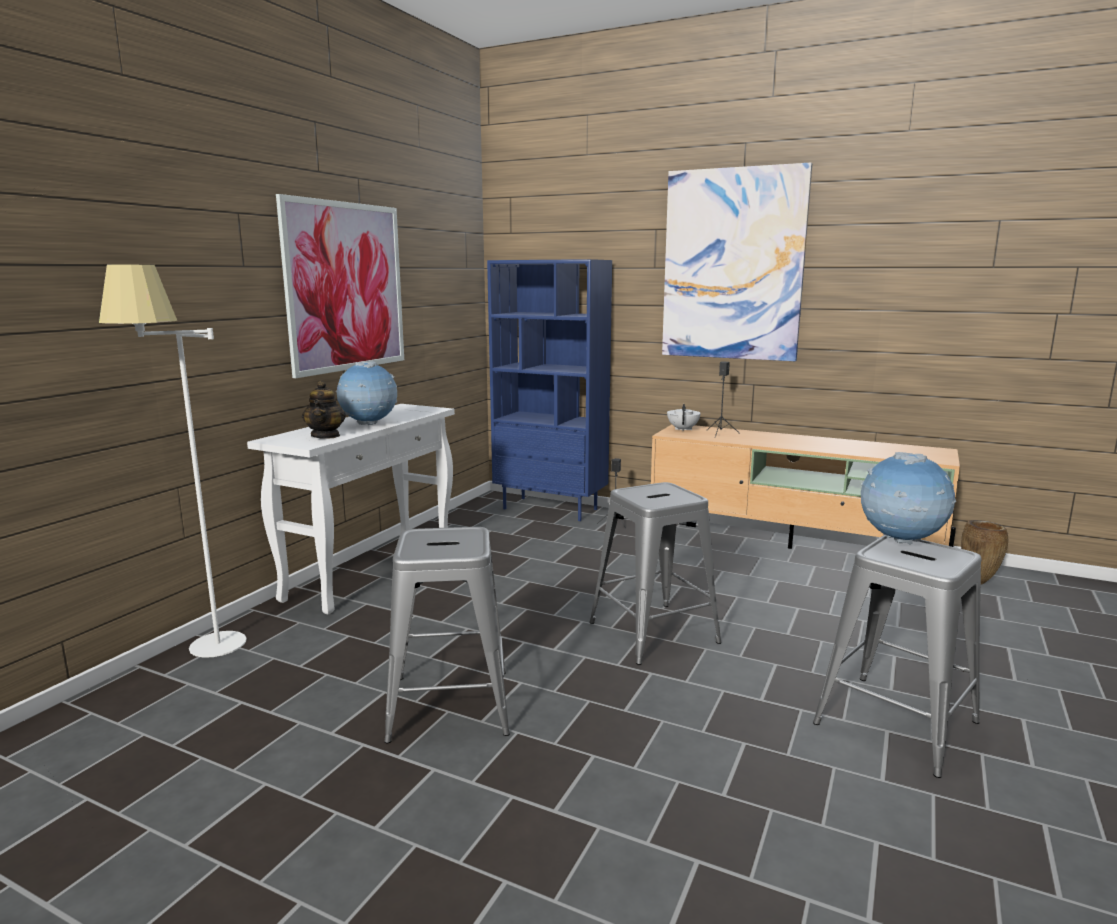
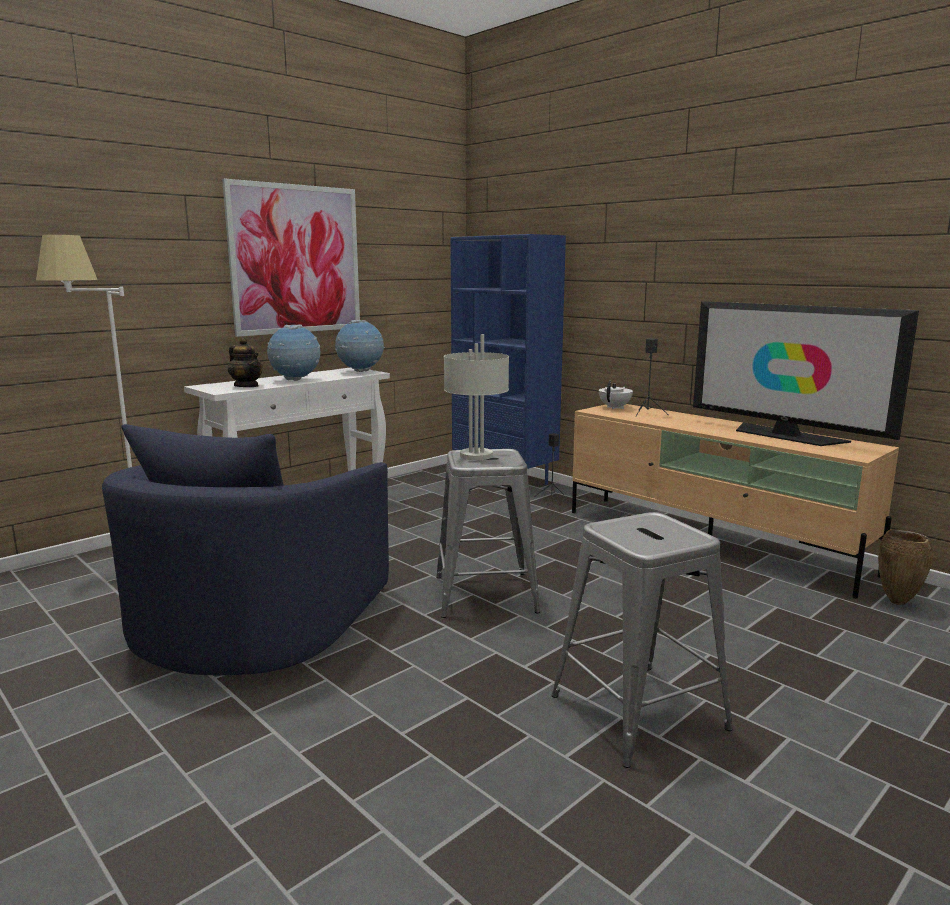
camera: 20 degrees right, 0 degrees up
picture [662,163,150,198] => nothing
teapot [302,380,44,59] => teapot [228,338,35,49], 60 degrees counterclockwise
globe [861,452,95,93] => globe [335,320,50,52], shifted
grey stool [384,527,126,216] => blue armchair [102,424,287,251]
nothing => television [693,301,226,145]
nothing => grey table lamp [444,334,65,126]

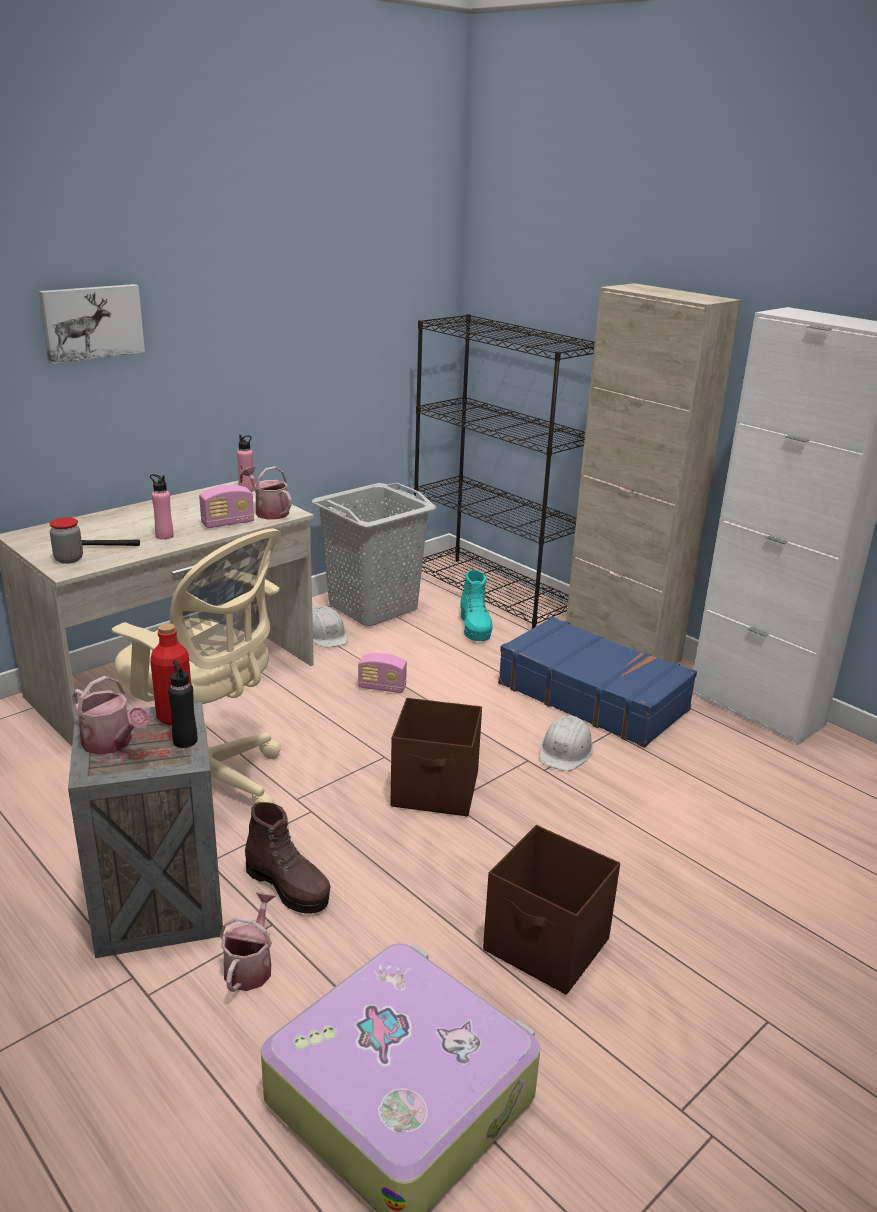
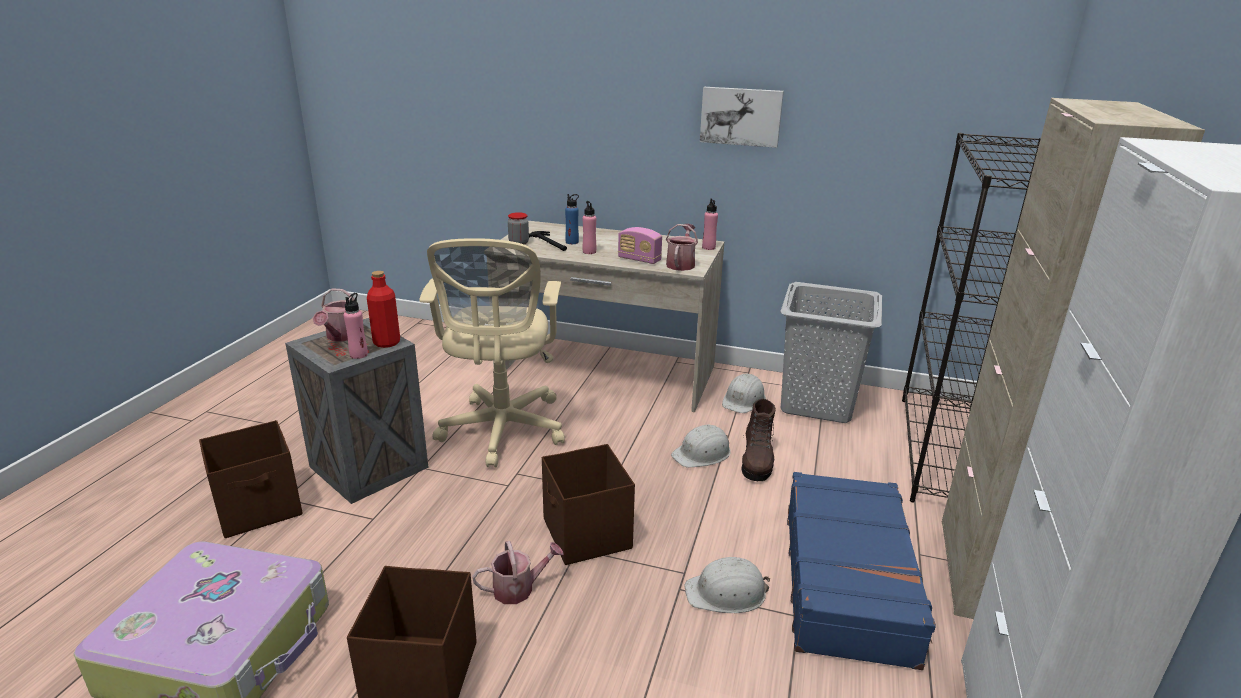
camera: 60 degrees right, 0 degrees up
picture [38,284,107,80] => picture [700,87,84,61], shifted
turquoise boot [460,570,33,71] => nothing
radio [358,653,49,40] => white hard hat [671,425,60,43]
black bottle [168,660,29,88] => pink bottle [344,293,24,66]
brown boot [245,802,85,112] => brown boot [741,398,35,83], shifted
watering can [220,892,56,100] => watering can [472,541,92,63], shifted
nothing => blue bottle [565,194,14,50]
nothing => brown storage box [199,420,104,118]

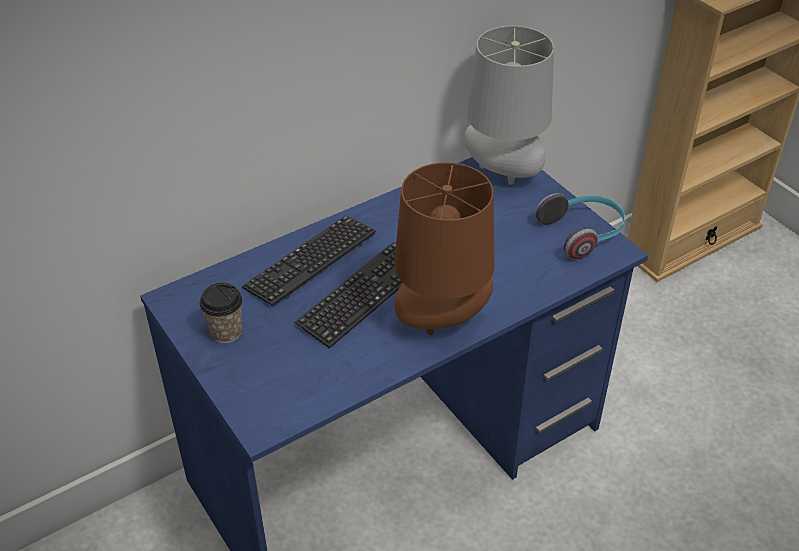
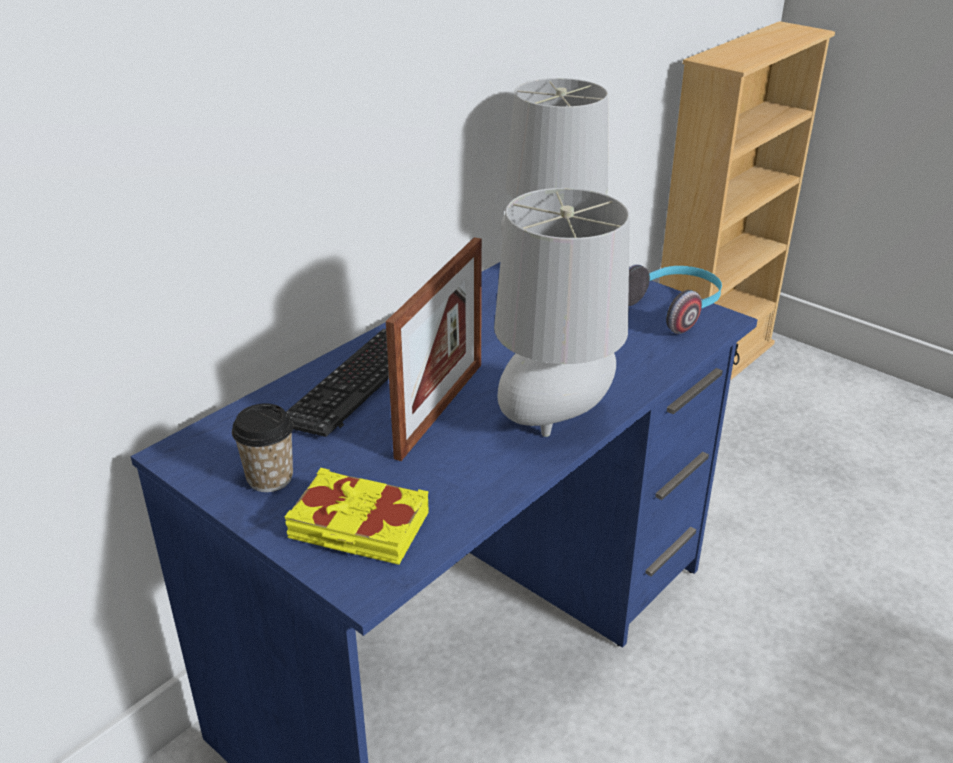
camera: 15 degrees left, 10 degrees down
brown table lamp [394,162,100,173] => grey table lamp [494,188,136,249]
keyboard [295,242,108,107] => picture frame [386,237,96,224]
nothing => yellow book [285,468,144,97]

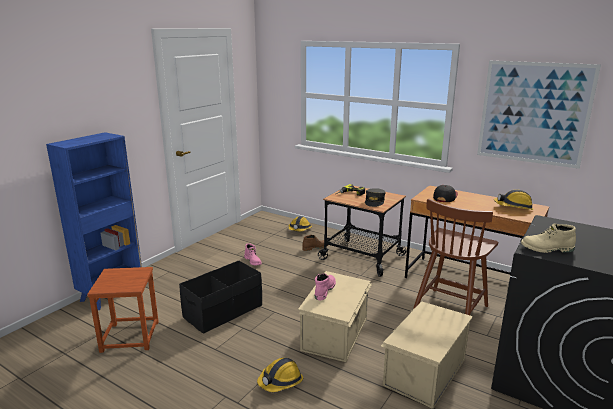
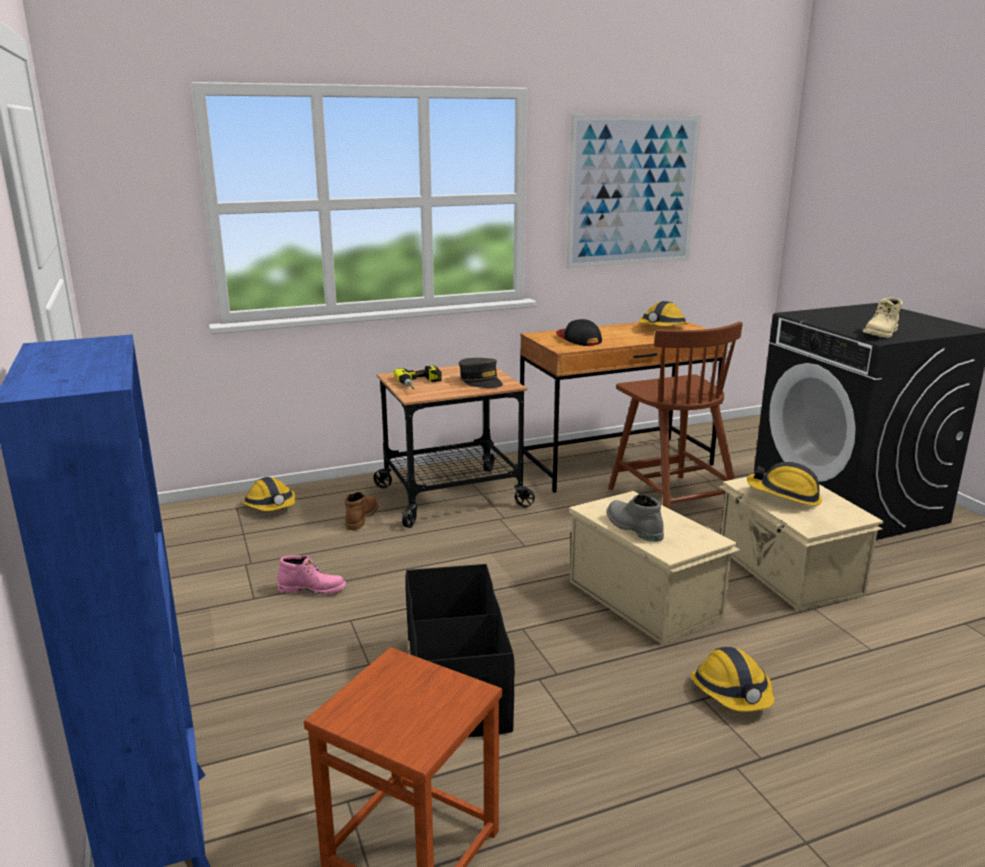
camera: 55 degrees left, 0 degrees up
pink boot [315,273,21,27] => grey boot [607,494,57,48]
nothing => hard hat [747,462,75,44]

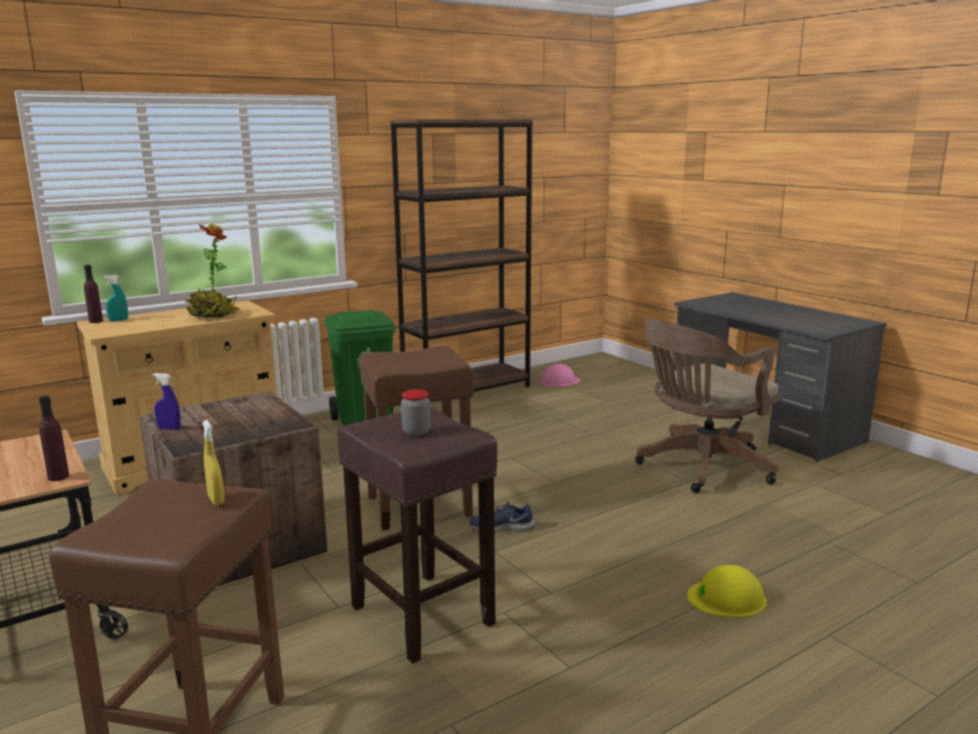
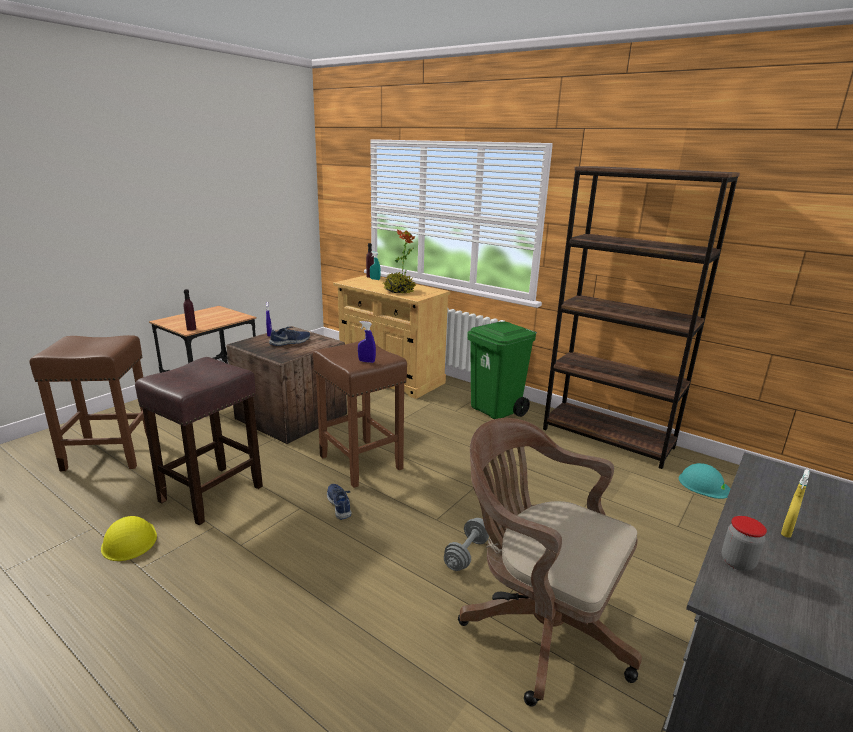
camera: 70 degrees right, 5 degrees up
pink hard hat [540,364,40,23] => turquoise hard hat [679,463,51,36]
jar [401,389,30,47] => jar [722,516,45,55], shifted
yellow spray bottle [203,420,22,85] => yellow spray bottle [781,469,29,69], shifted
yellow hard hat [687,565,80,52] => yellow hard hat [101,516,56,45], shifted
nothing => blue spray bottle [358,321,18,42]
nothing => blue shoe [269,327,41,19]
nothing => grey dumbbell [444,518,45,53]

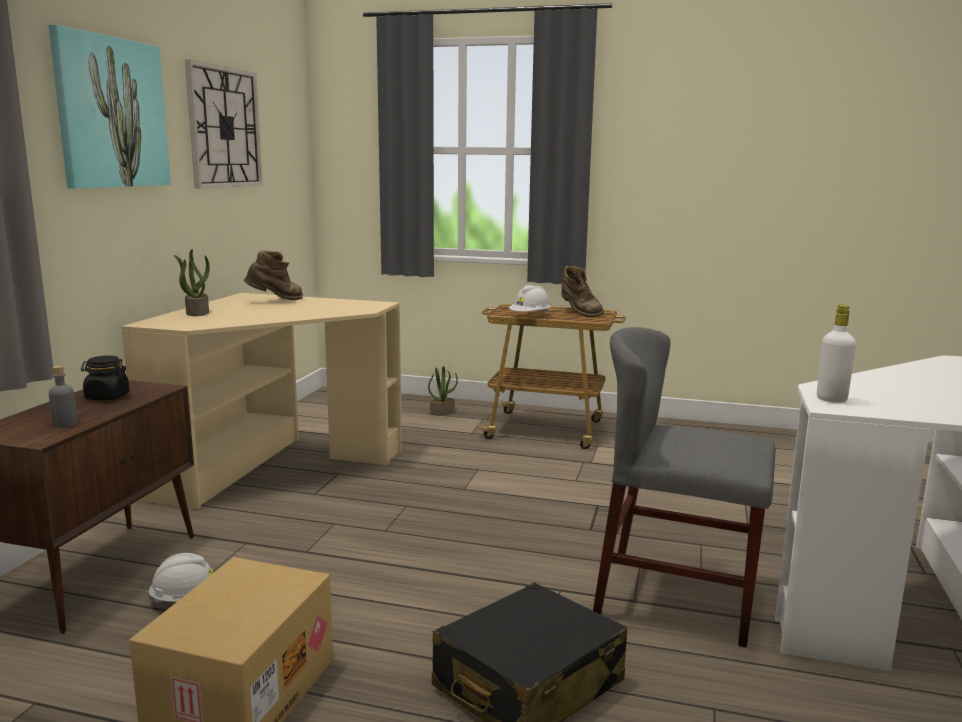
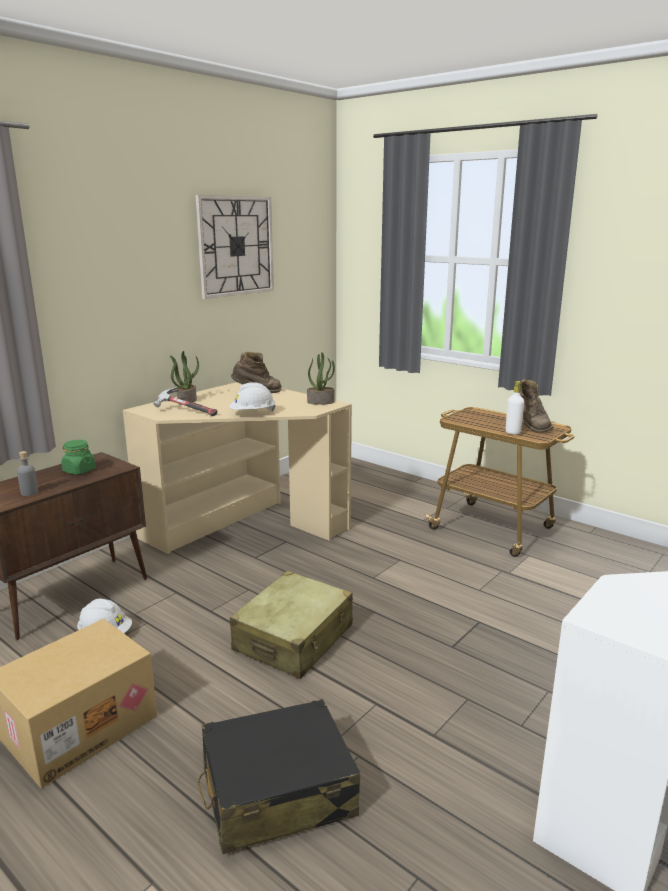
camera: 25 degrees right, 5 degrees up
picture [49,24,122,165] => nothing
white hard hat [509,285,42,29] => white hard hat [229,382,47,29], shifted
white bottle [817,305,39,98] => white bottle [506,381,18,54], shifted
grey chair [593,327,183,321] => nothing
black jar [81,355,49,46] => green jar [61,440,35,35]
potted plant [428,366,30,50] => potted plant [307,352,28,53], shifted
nothing => hammer [154,387,64,29]
nothing => beige suitcase [230,571,123,108]

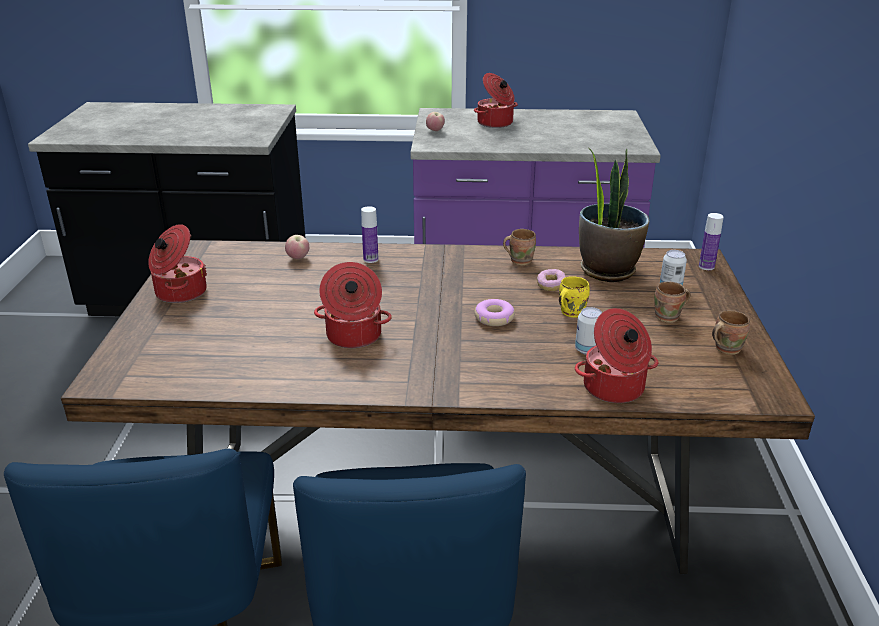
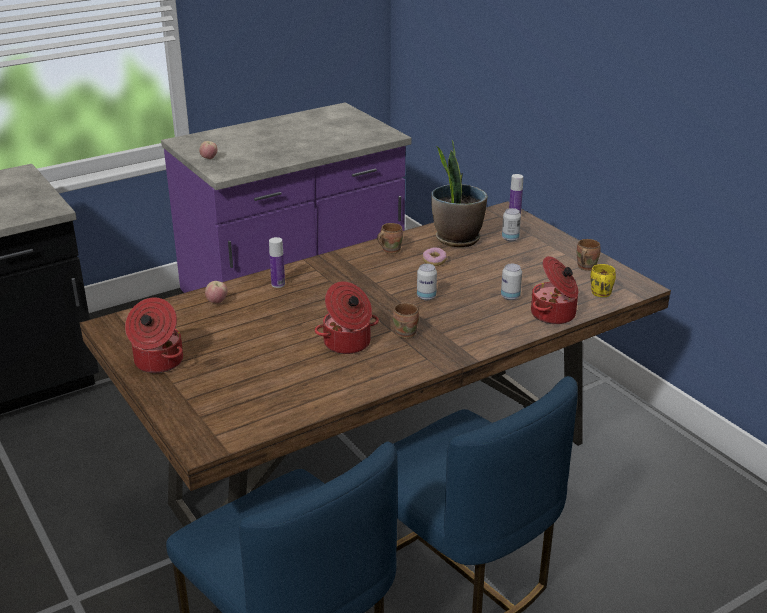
camera: 35 degrees left, 0 degrees up
cooking pot [474,73,44,55] => nothing
yellow mug [559,276,31,42] => yellow mug [591,264,25,33], shifted
brown mug [654,282,36,41] => brown mug [393,303,26,35], shifted
donut [474,299,41,27] => can [417,264,20,36]

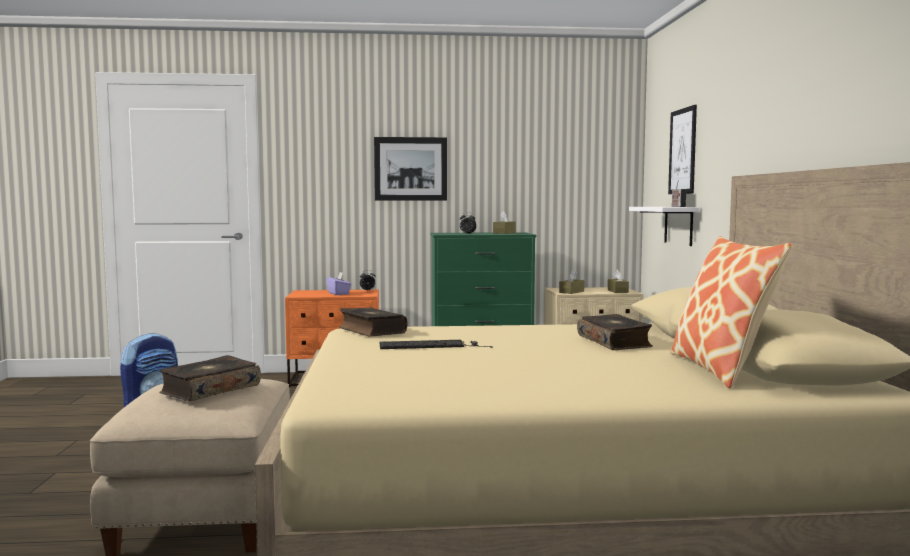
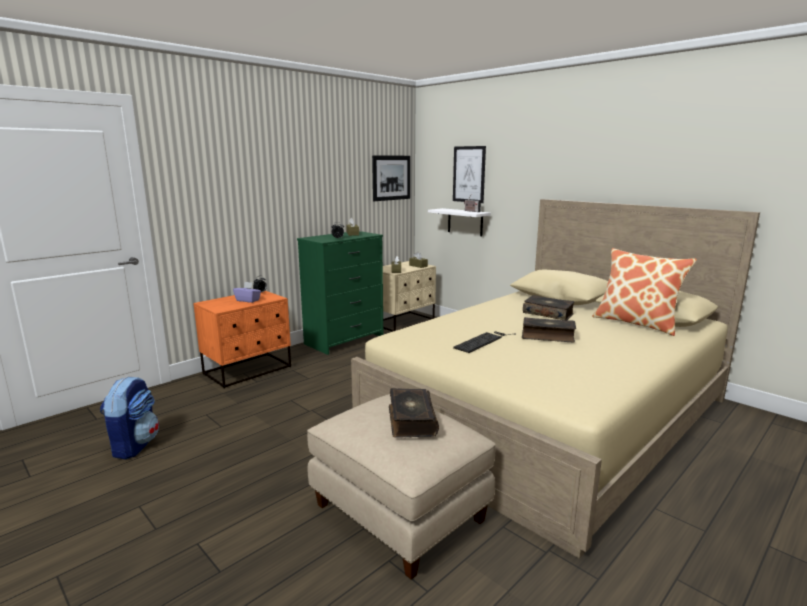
camera: 40 degrees left, 10 degrees up
picture [374,137,73,63] => picture [372,155,38,46], shifted
book [339,308,68,29] => book [522,317,54,26], shifted

